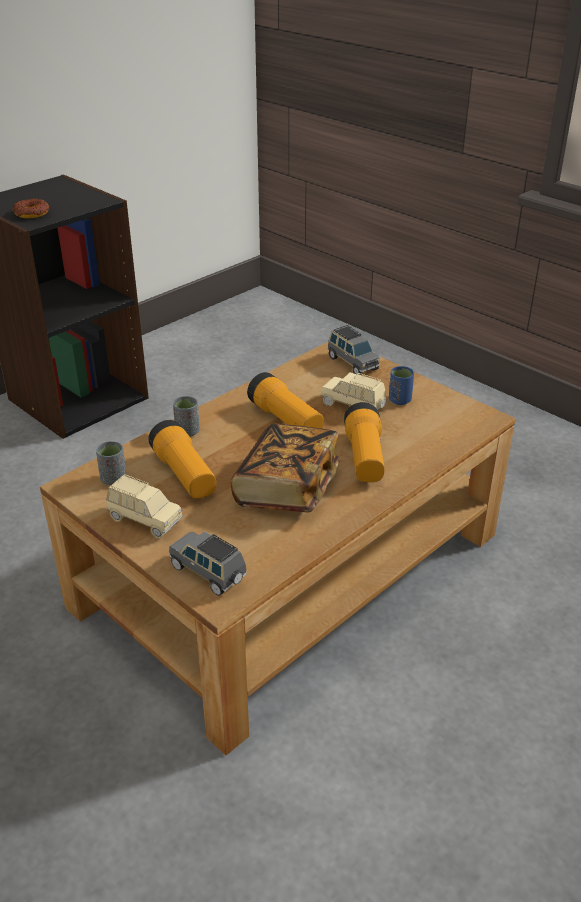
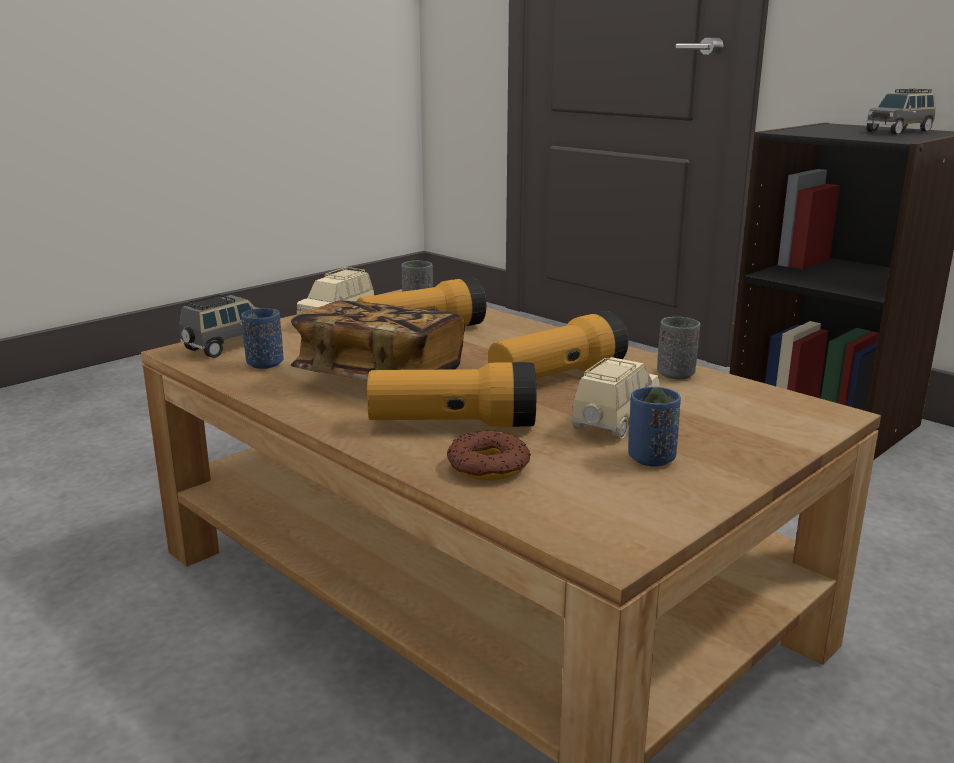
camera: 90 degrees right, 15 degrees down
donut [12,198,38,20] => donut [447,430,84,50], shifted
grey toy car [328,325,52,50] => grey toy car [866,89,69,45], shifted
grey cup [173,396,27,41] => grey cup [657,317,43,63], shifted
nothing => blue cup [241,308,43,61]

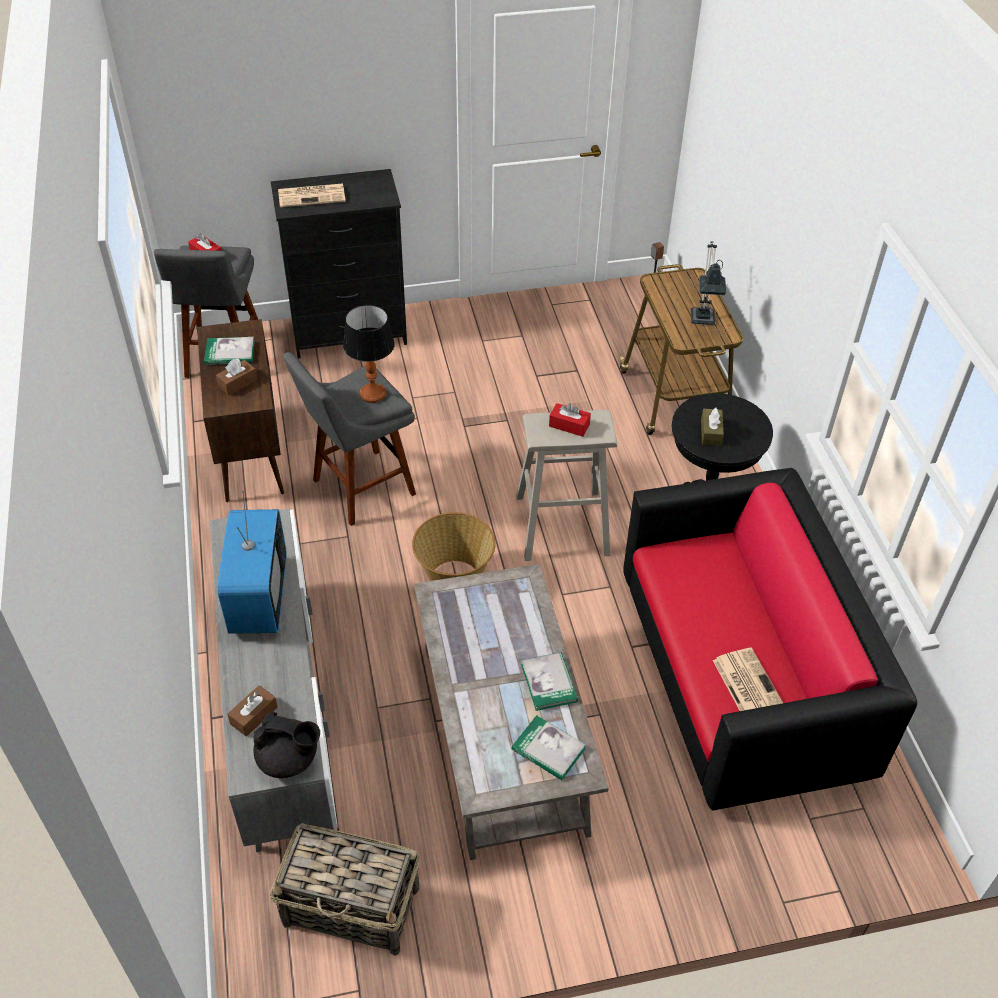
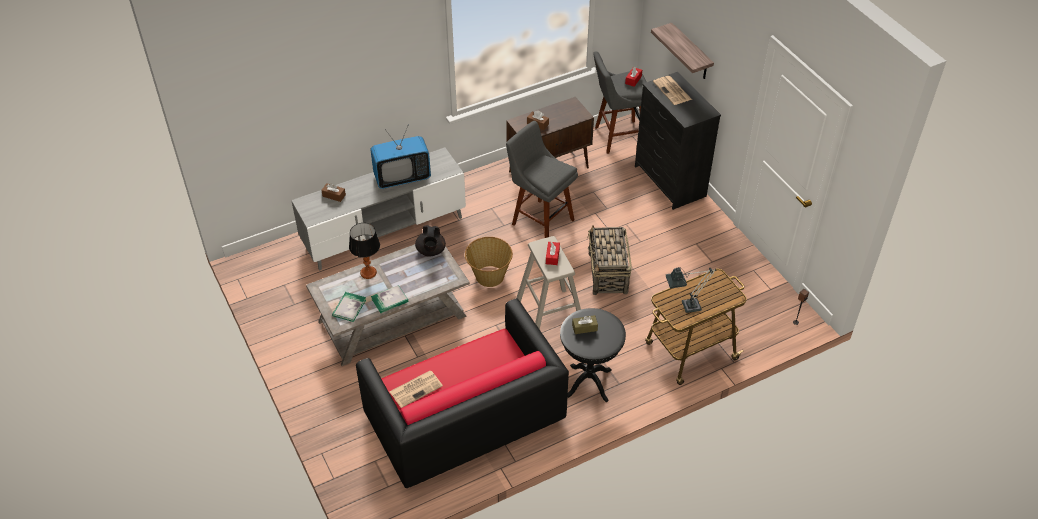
camera: 75 degrees right, 0 degrees up
table lamp [343,305,52,98] => table lamp [349,223,31,56], shifted
book [204,337,51,28] => nothing
black teapot [253,712,67,66] => black teapot [415,225,31,32], shifted
basket [270,823,150,133] => basket [587,226,45,69], shifted
nothing => shelf [651,23,63,56]

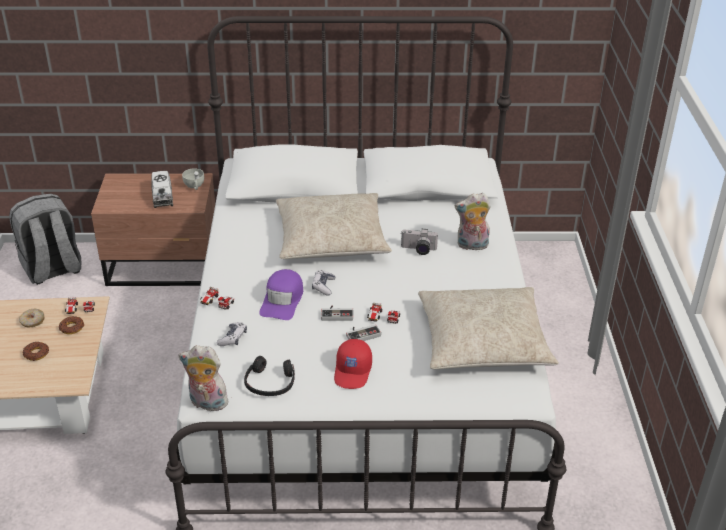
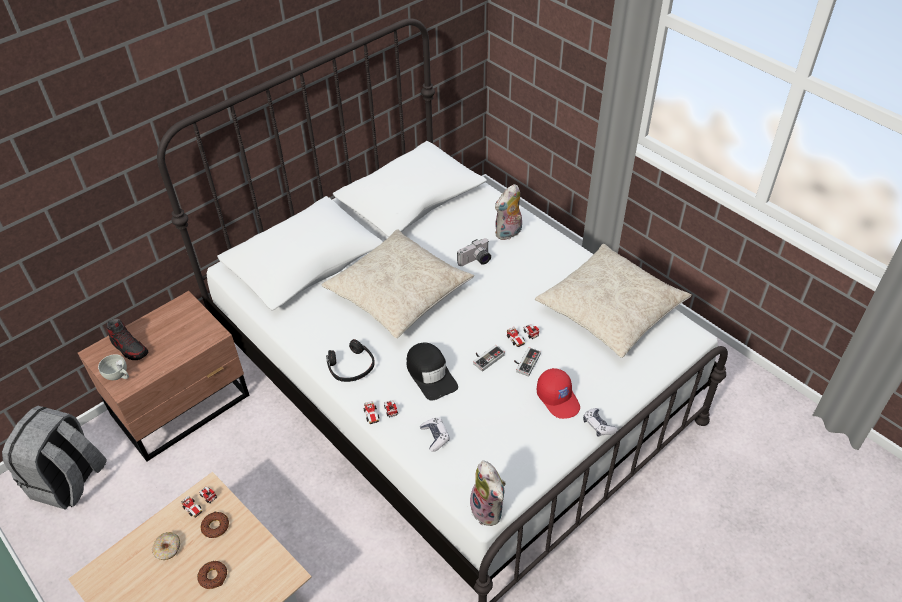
camera: 40 degrees left, 10 degrees up
white cup [182,168,22,22] => white cup [98,354,31,26], shifted
toy truck [151,171,22,37] => nothing
purple cap [259,269,44,51] => black cap [406,343,52,58]
game controller [312,270,24,26] => game controller [583,408,35,29], shifted
plush toy [179,345,49,66] => plush toy [470,460,36,66], 90 degrees counterclockwise
black headphones [244,356,51,40] => black headphones [326,339,49,43], shifted
nothing => shoe [106,319,42,41]

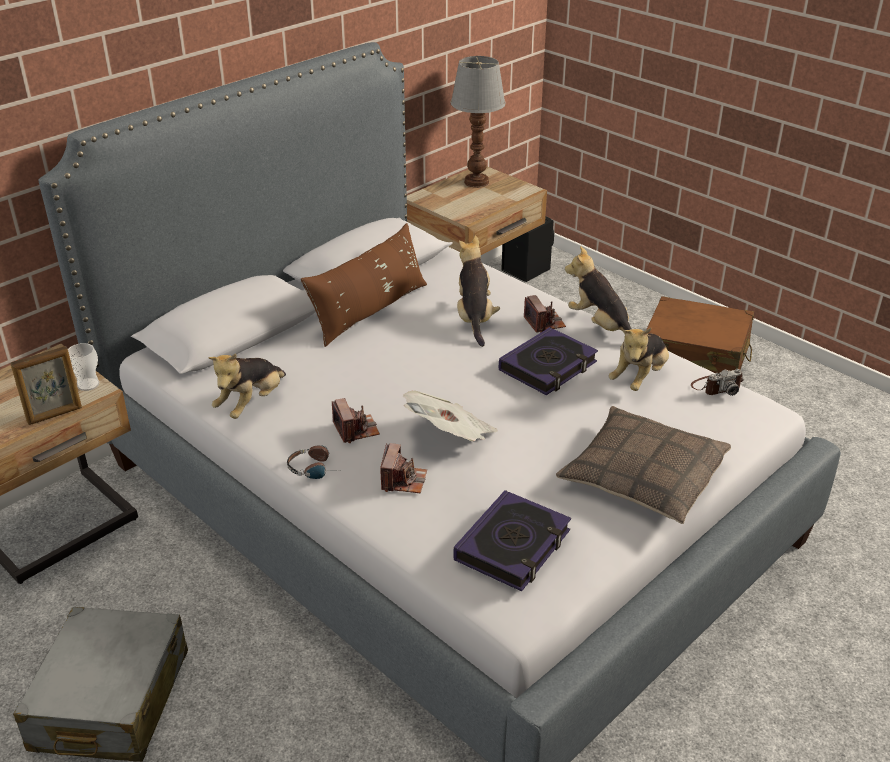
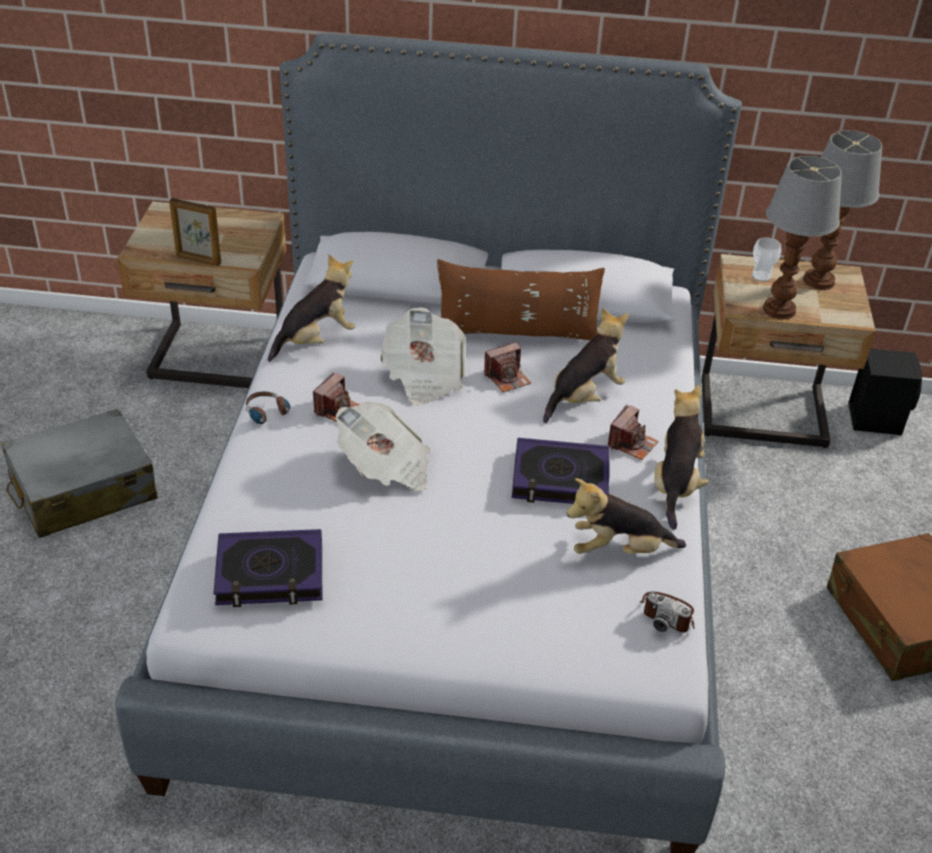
camera: 50 degrees right, 5 degrees up
cup [68,343,31,48] => cup [752,237,29,45], shifted
plush toy [208,353,78,66] => plush toy [268,254,87,108], 150 degrees clockwise
pillow [556,406,175,118] => nothing
photo camera [380,443,47,50] => photo camera [484,341,47,51], shifted
nothing => table lamp [763,156,79,164]
nothing => newspaper [380,307,86,99]

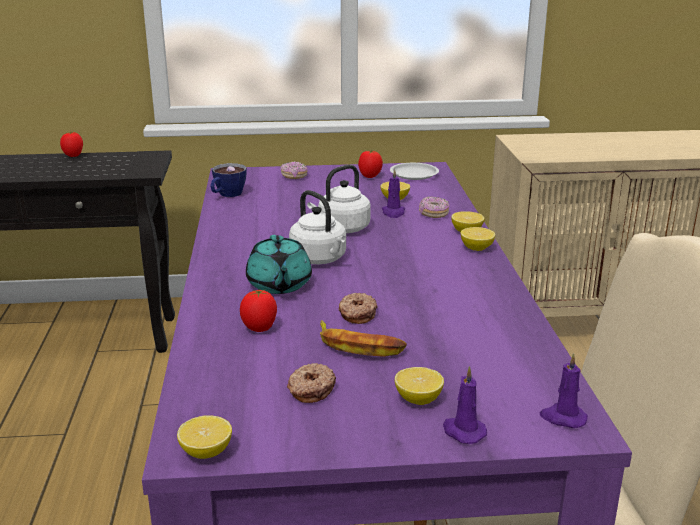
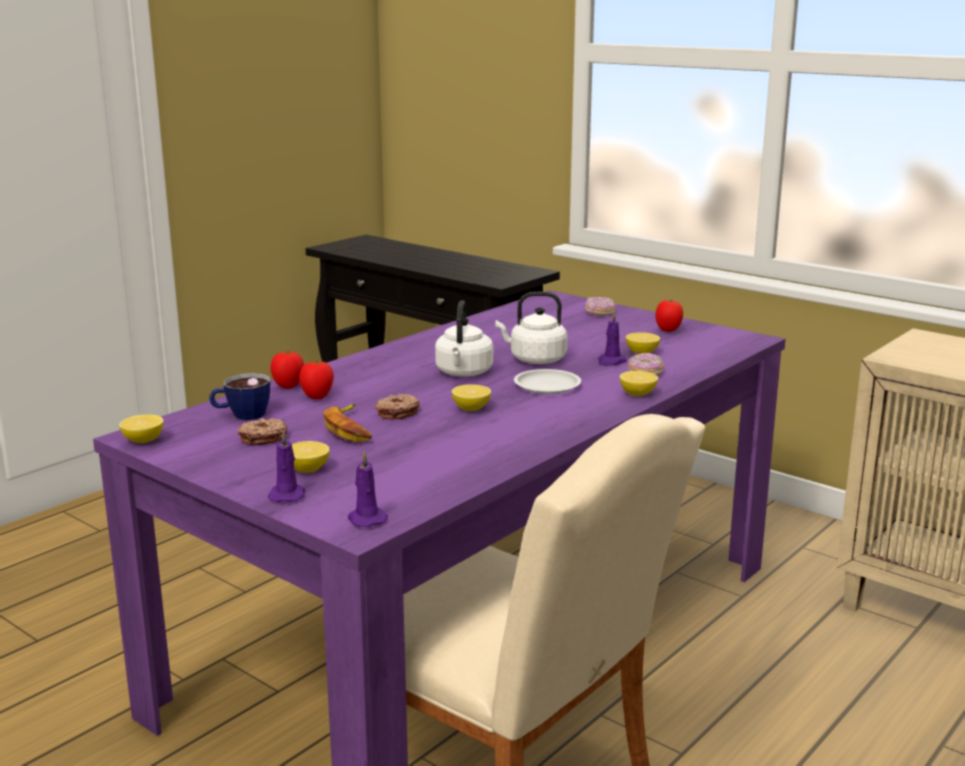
camera: 45 degrees right, 5 degrees down
tomato [60,132,23,25] => tomato [270,351,34,38], shifted
cup [210,163,37,34] => cup [209,373,61,47], shifted
white plate [390,163,49,17] => white plate [514,369,67,25], shifted
lemon [461,227,34,24] => lemon [452,384,39,27], shifted
turquoise teapot [246,235,66,59] => nothing

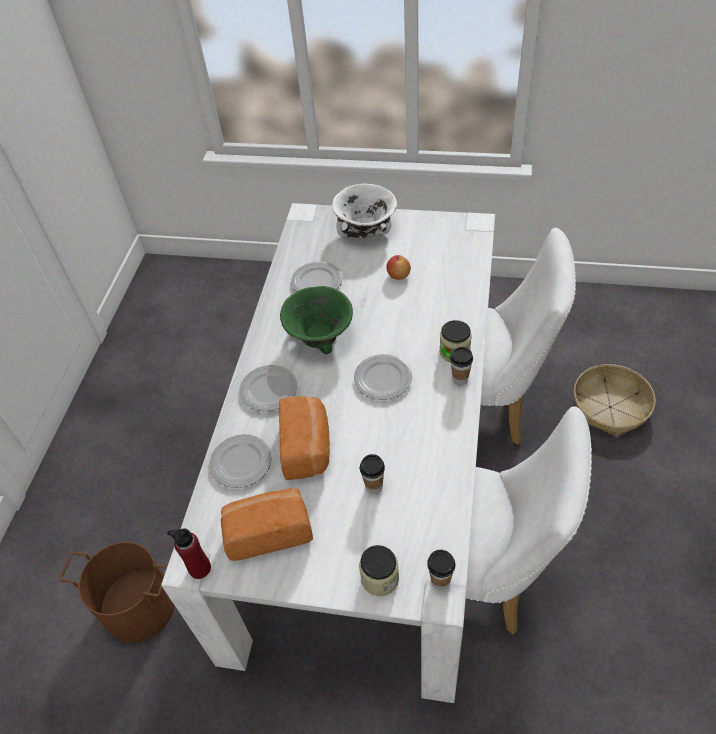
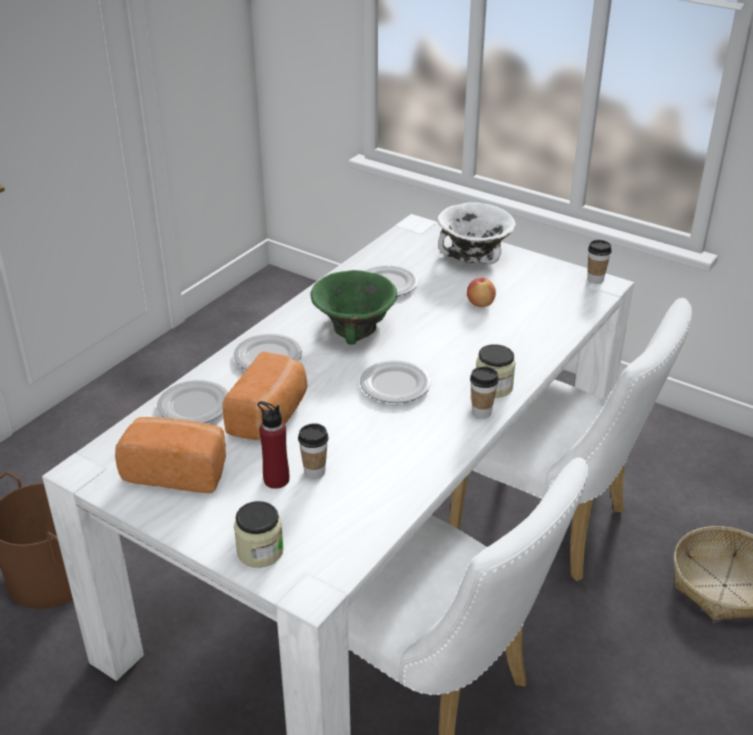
camera: 20 degrees right, 15 degrees down
red bottle [167,529,44,50] => red bottle [257,401,32,88], shifted
cup [427,550,29,40] => cup [587,240,25,44], shifted

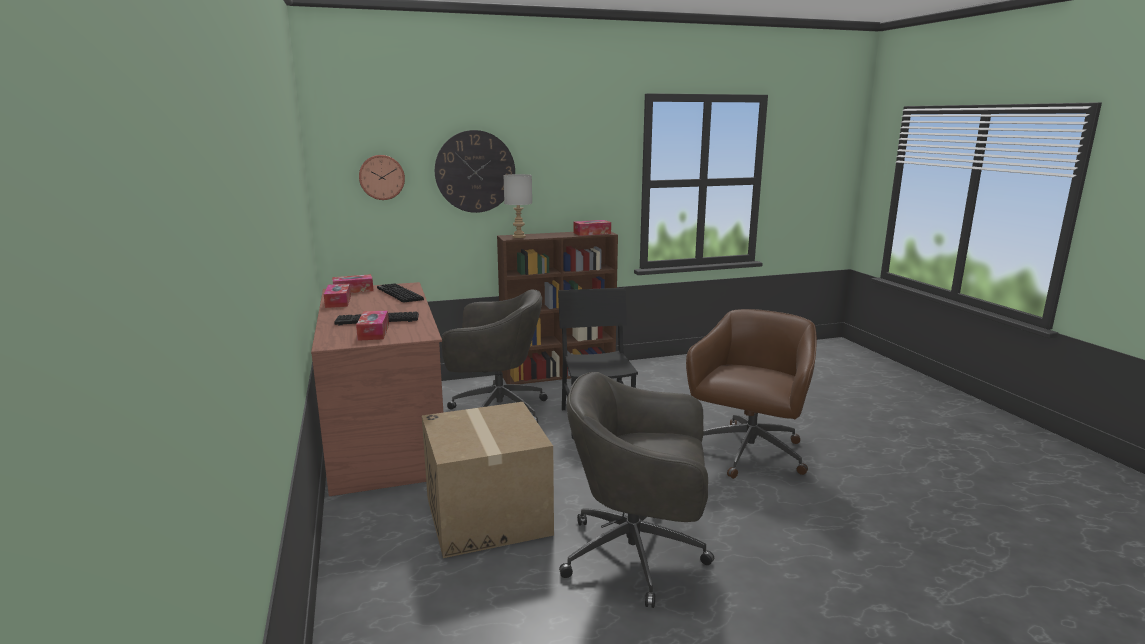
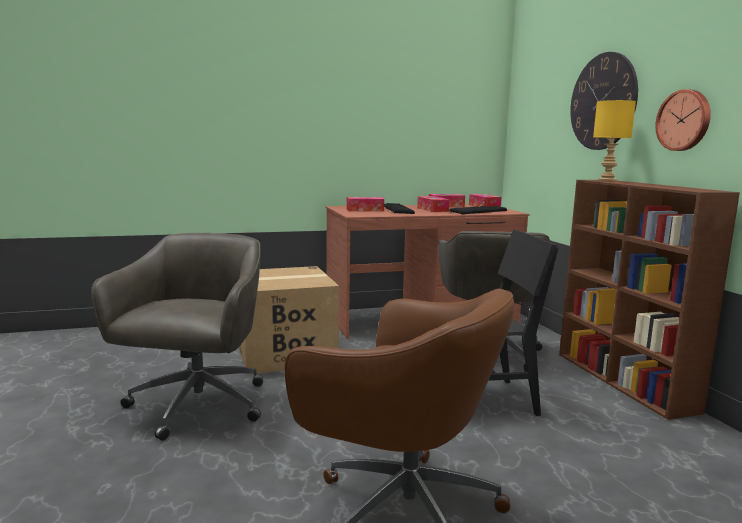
camera: 90 degrees right, 5 degrees down
wall clock [359,155,46,45] => wall clock [655,89,56,62], shifted
grey table lamp [503,174,29,64] => yellow table lamp [593,100,43,81]
tissue box [573,220,38,16] => tissue box [417,196,33,16], shifted

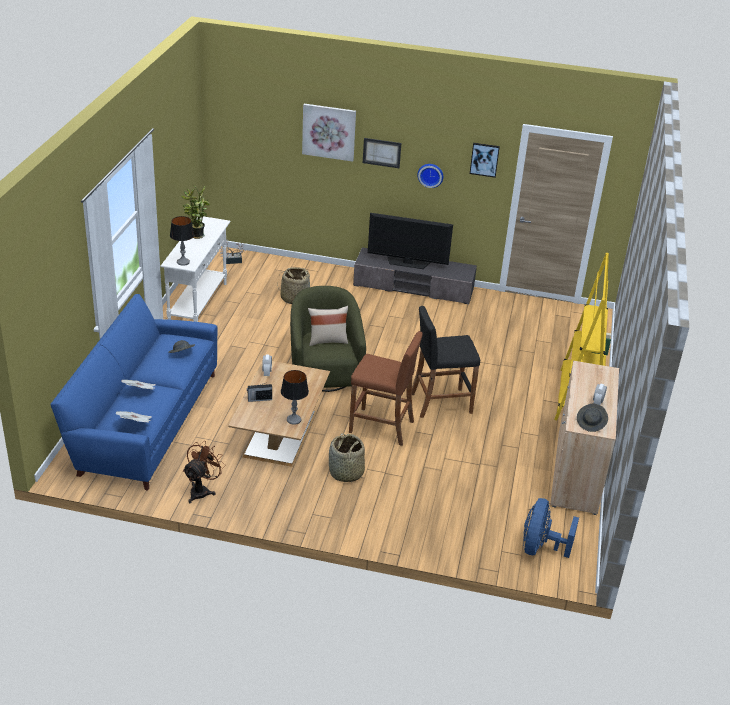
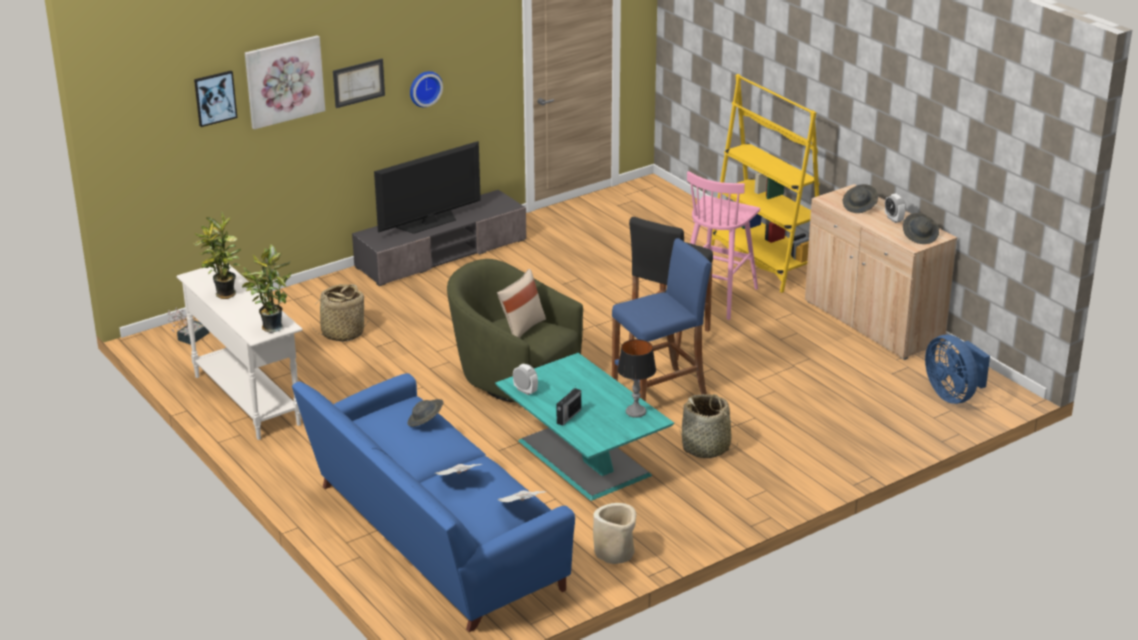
camera: 45 degrees left, 5 degrees down
picture [470,143,30,35] => picture [194,71,43,56], shifted
table lamp [170,216,24,50] => potted plant [242,245,50,88]
brown stool [349,331,74,115] => blue stool [612,238,100,164]
brown coffee table [228,361,102,106] => turquoise coffee table [495,353,179,148]
brown fan [183,441,43,62] => beige planter [593,503,43,61]
nothing => pink stool [687,171,73,149]
nothing => grey hat [843,184,35,29]

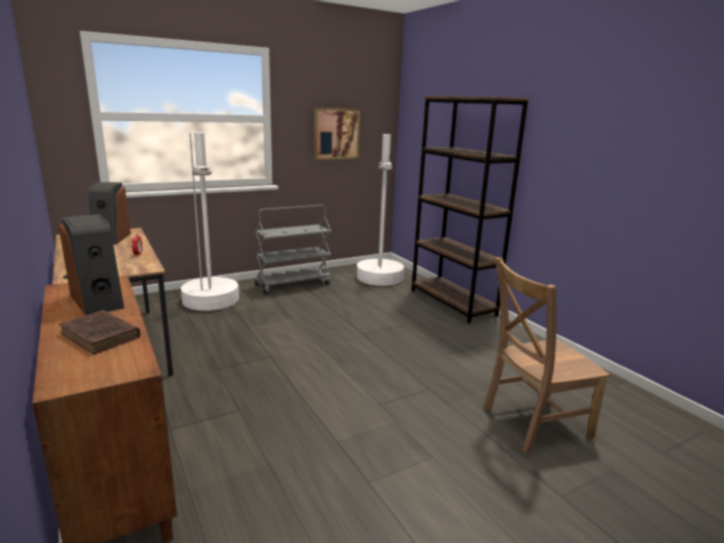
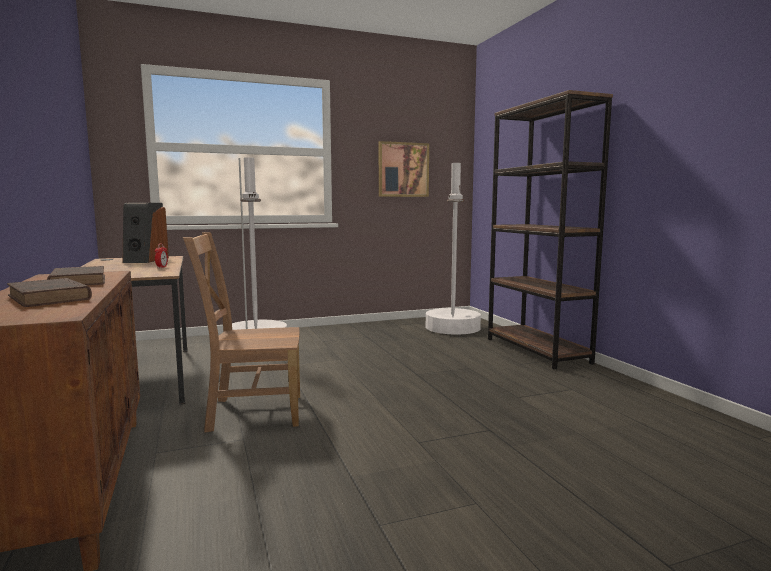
camera: 10 degrees right, 10 degrees down
grey cart [255,205,76,89] => nothing
speaker [59,214,65,101] => brown book [47,266,58,20]
brown chair [483,258,127,196] => brown chair [183,232,117,200], shifted

